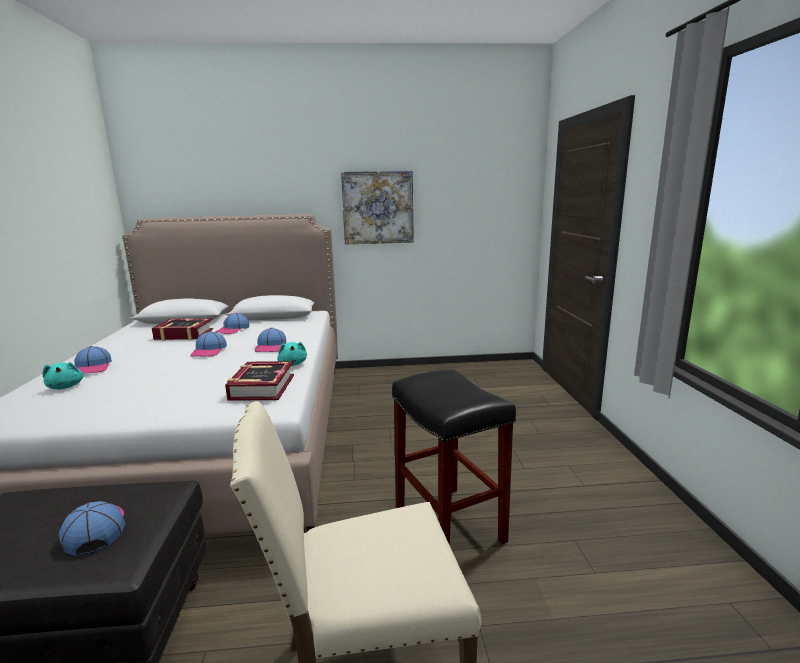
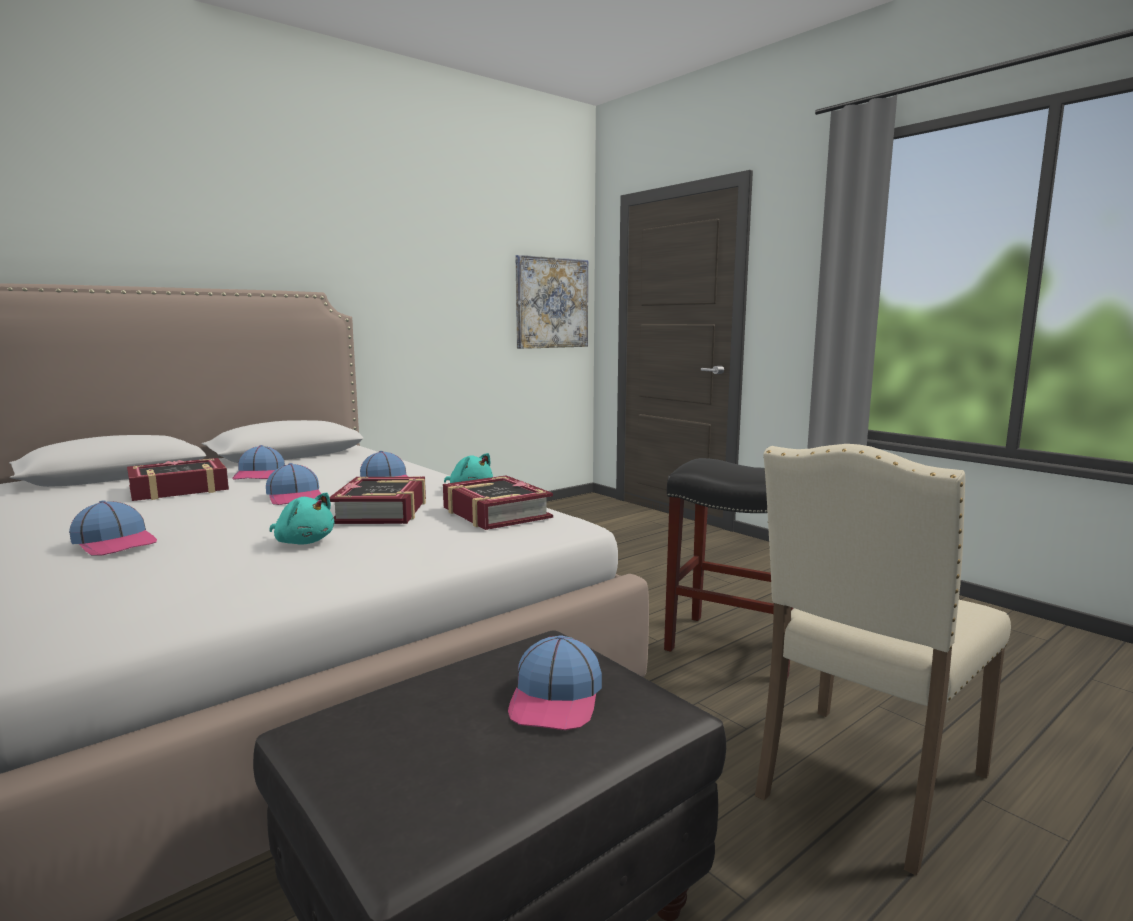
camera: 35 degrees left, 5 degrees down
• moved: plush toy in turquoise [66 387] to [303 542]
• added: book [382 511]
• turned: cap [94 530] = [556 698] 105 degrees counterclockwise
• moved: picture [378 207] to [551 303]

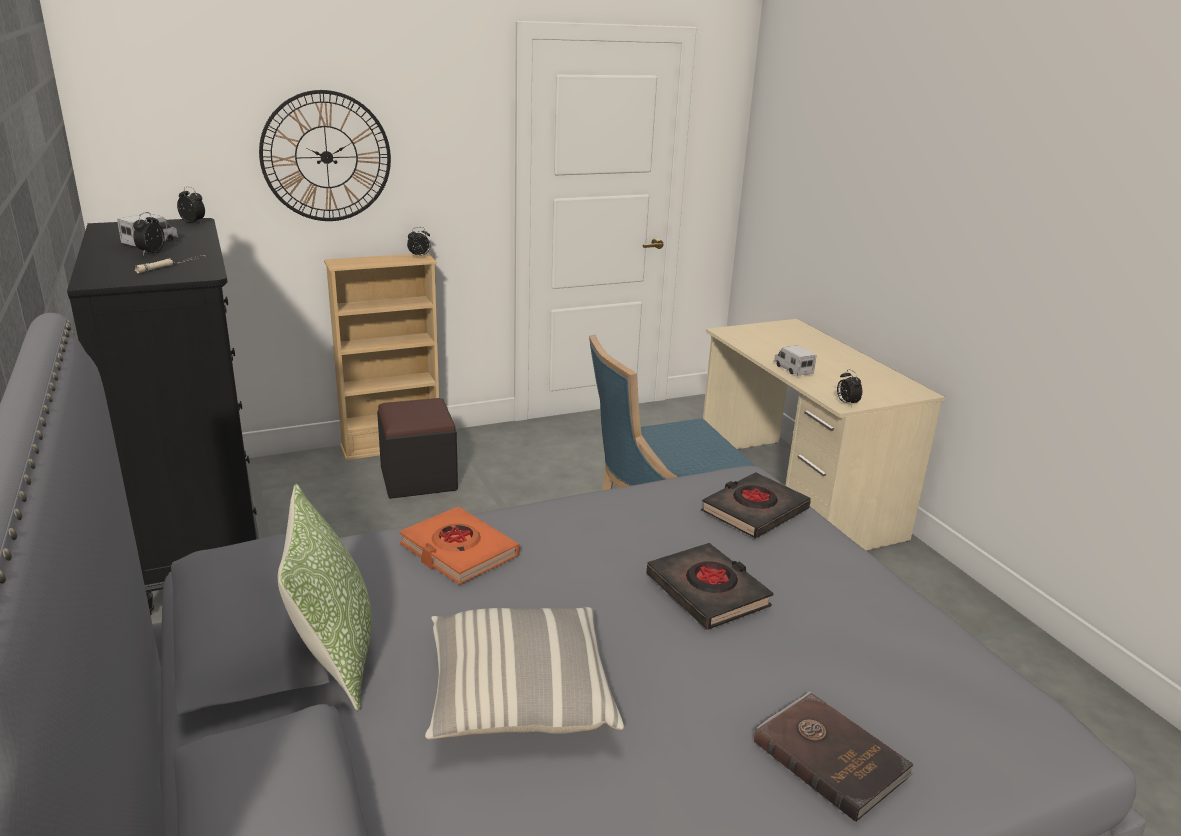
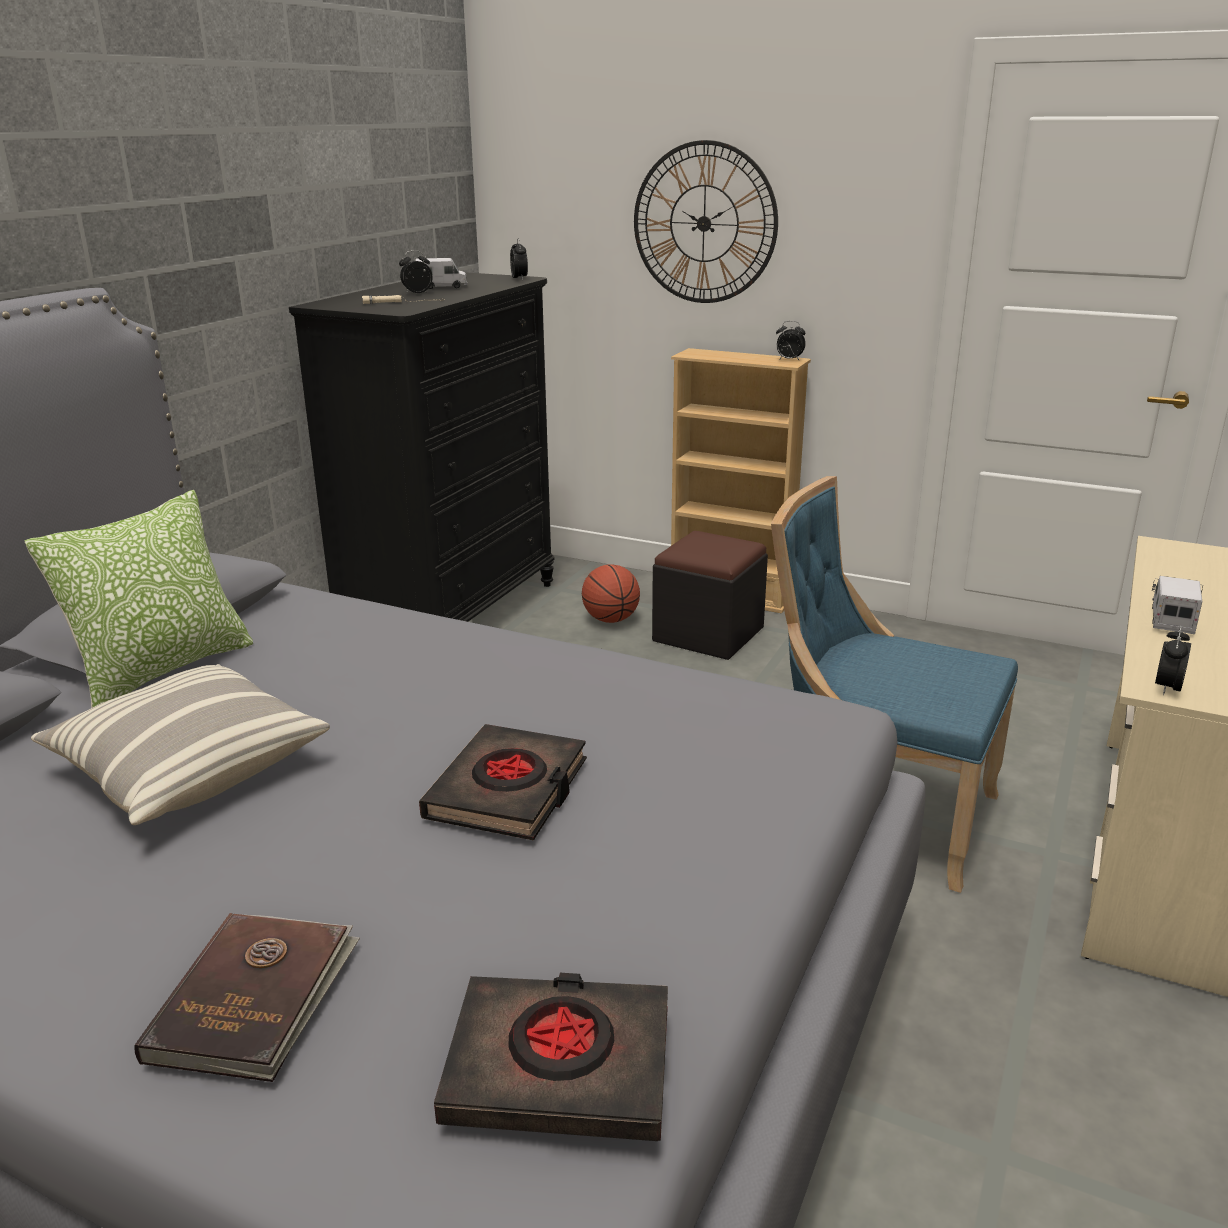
camera: 50 degrees right, 0 degrees up
• moved: book in black [754 511] to [560 1067]
• added: basketball [610 620]
• removed: book in orange [458 551]

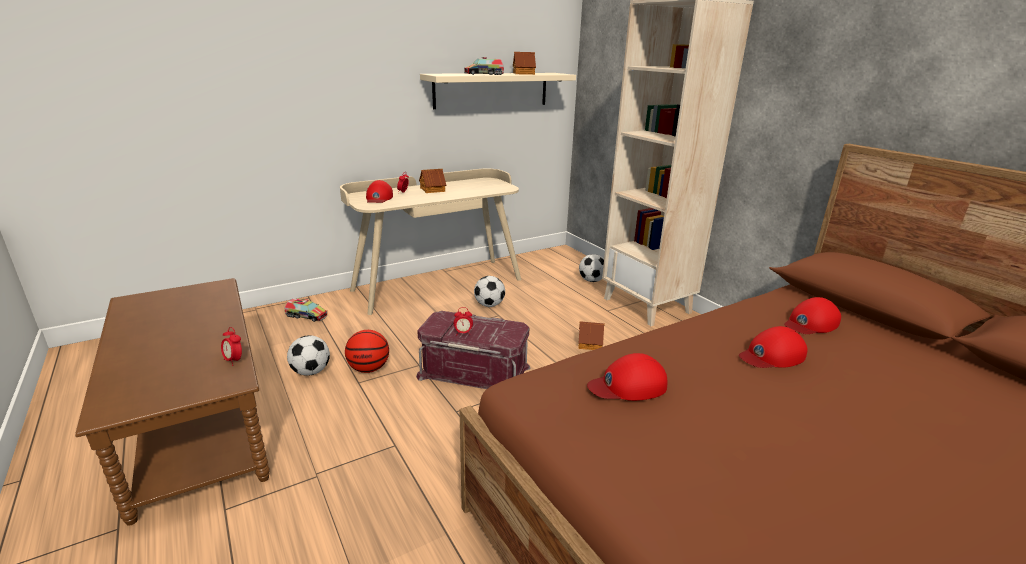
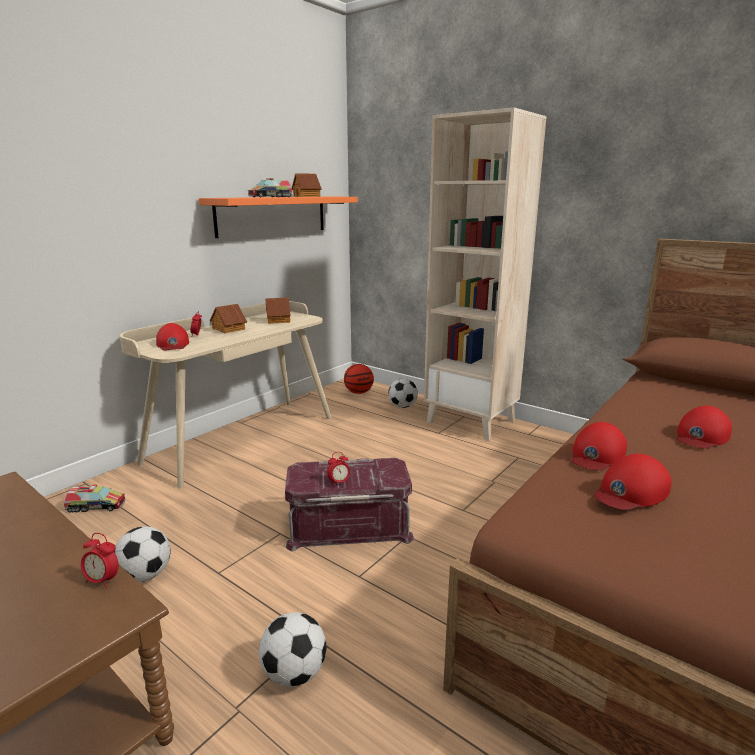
camera: 20 degrees left, 5 degrees down
• recoloured: shelf in beige [492 90] to shelf in orange [273 215]
• moved: football [489 305] to [294 673]
• moved: toy house [590 343] to [279 320]
• moved: basketball [369 369] to [358 392]
• moved: cap in red [810 323] to [596 454]

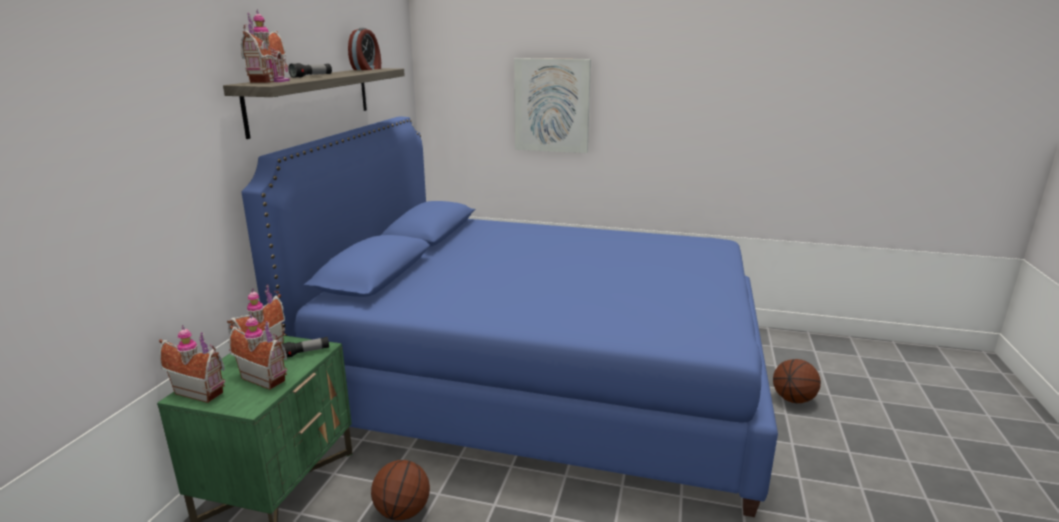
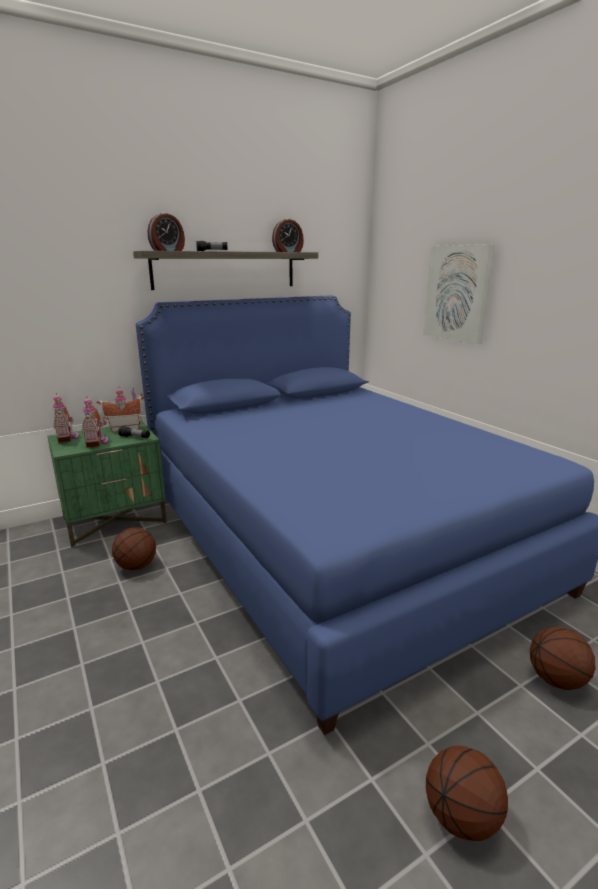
camera: 45 degrees right, 0 degrees up
• replaced: toy house [272 81] to alarm clock [168 250]
• added: basketball [461 816]

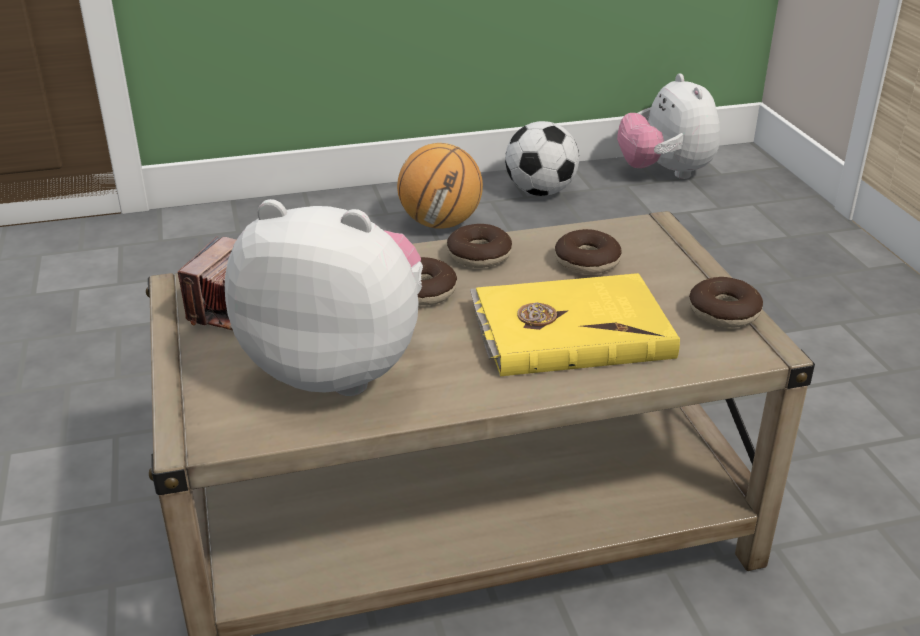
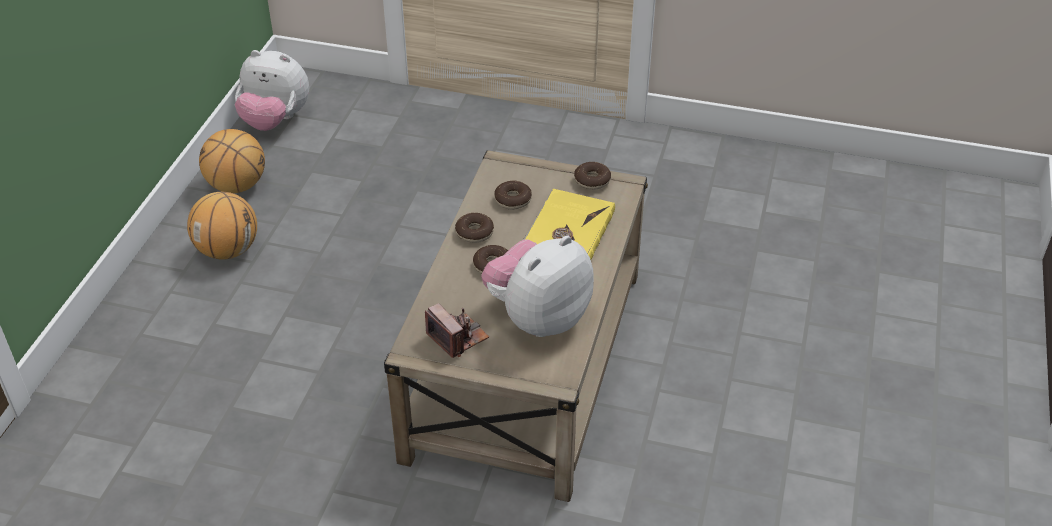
camera: 60 degrees left, 10 degrees up
• replaced: football [540 192] to basketball [237 186]

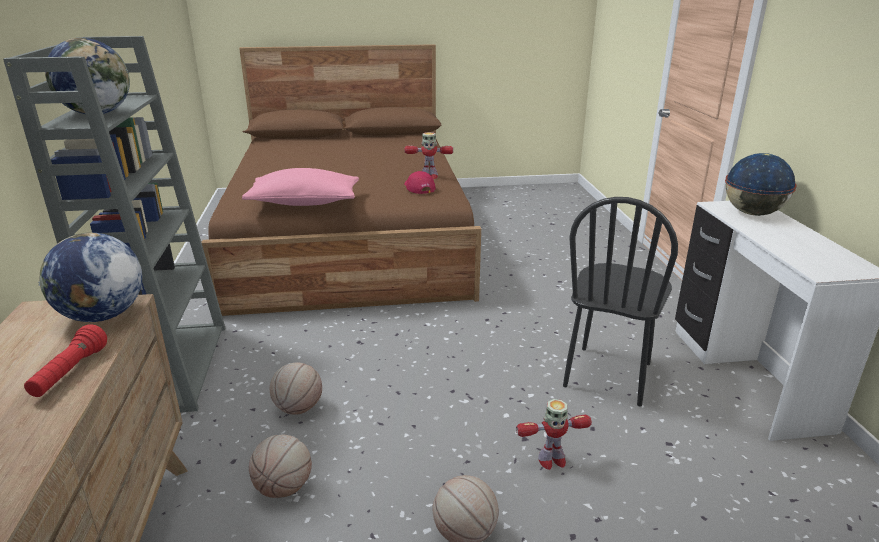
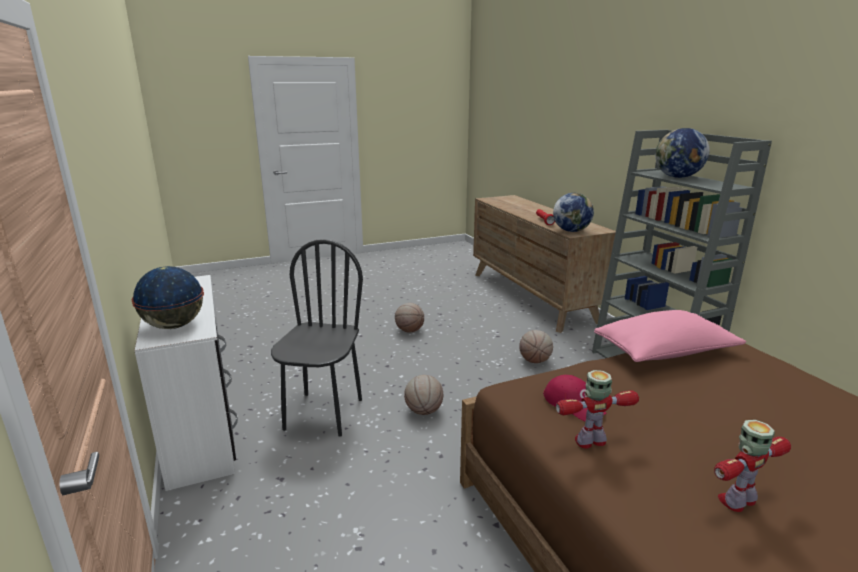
camera: 165 degrees right, 5 degrees down
• moved: basketball [284 488] to [423 411]
• moved: toy robot [551 460] to [738 501]

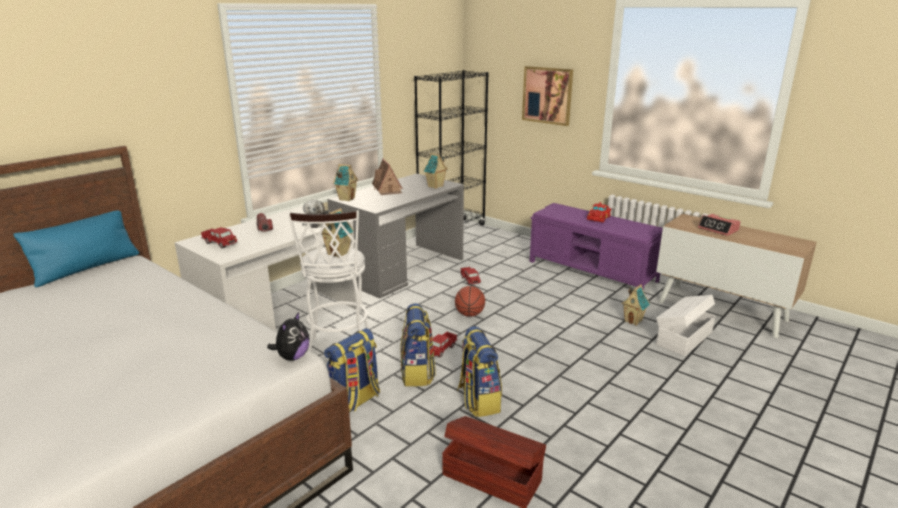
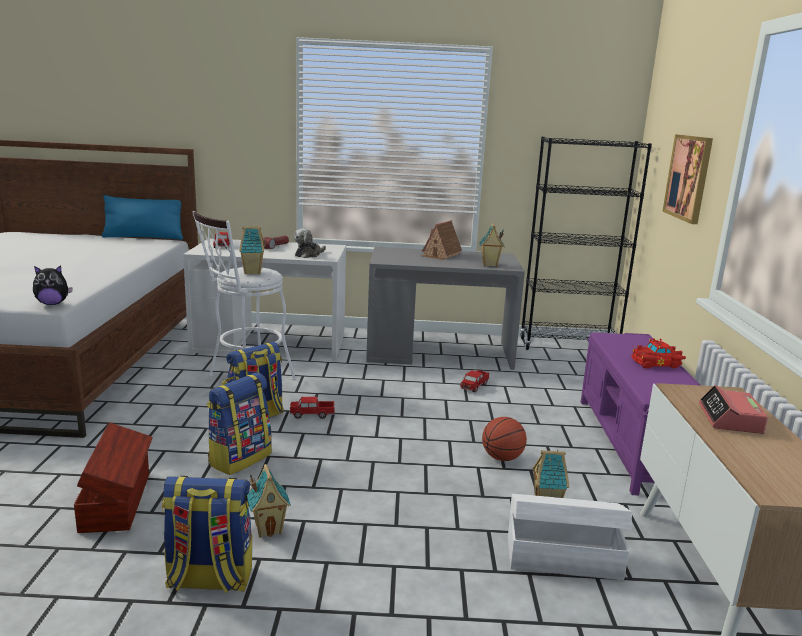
camera: 50 degrees right, 5 degrees down
• moved: backpack [354 401] to [209 580]
• moved: toy house [346 199] to [269 528]
• moved: basketball [469 314] to [502 458]

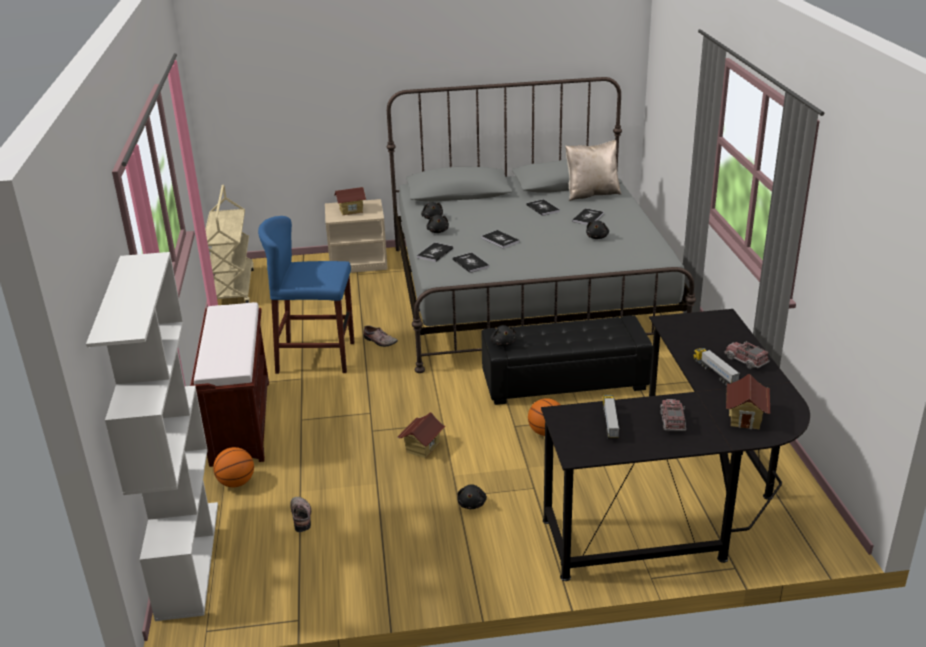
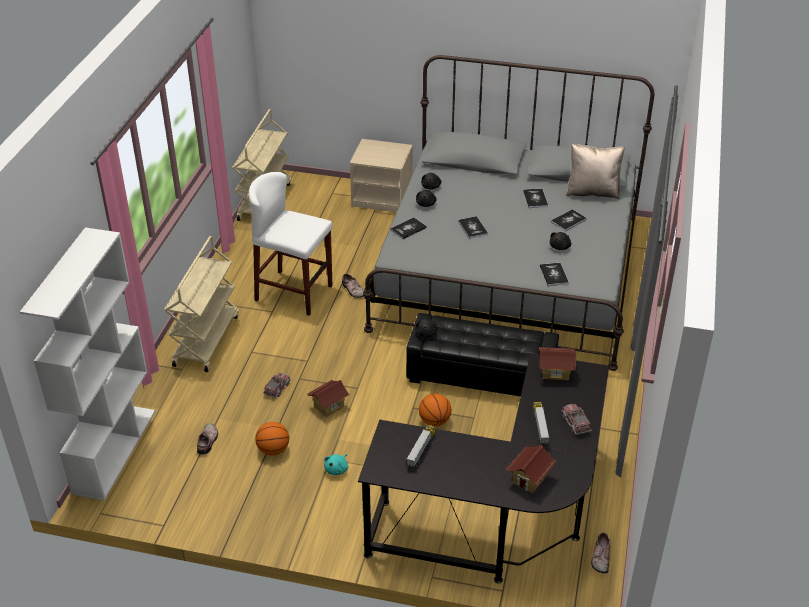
camera: 20 degrees right, 10 degrees up
• replaced: bench in brown [240 421] to cart in beige [206 340]
• recoloured: stool in blue [316 357] to stool in white [294 293]
• moved: basketball [236 483] to [273 450]
• moved: toy truck [672 421] to [277 389]
• recoloured: plush toy in black [472 504] to plush toy in turquoise [337 469]
• moved: toy house [351 210] to [555 372]
• moved: book [470 263] to [554 275]
• added: shoe [600 557]

